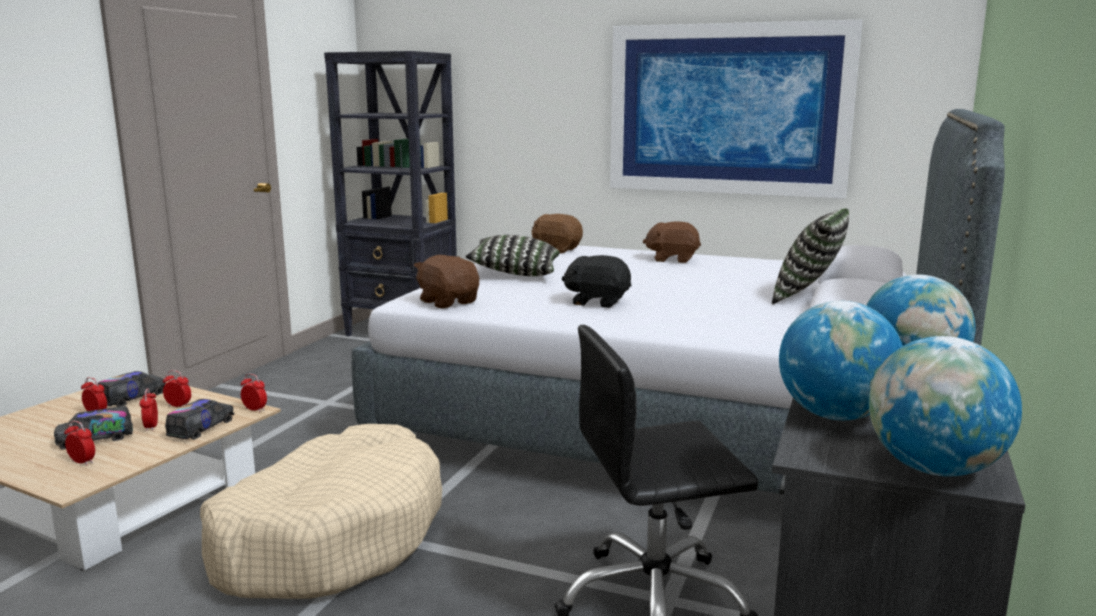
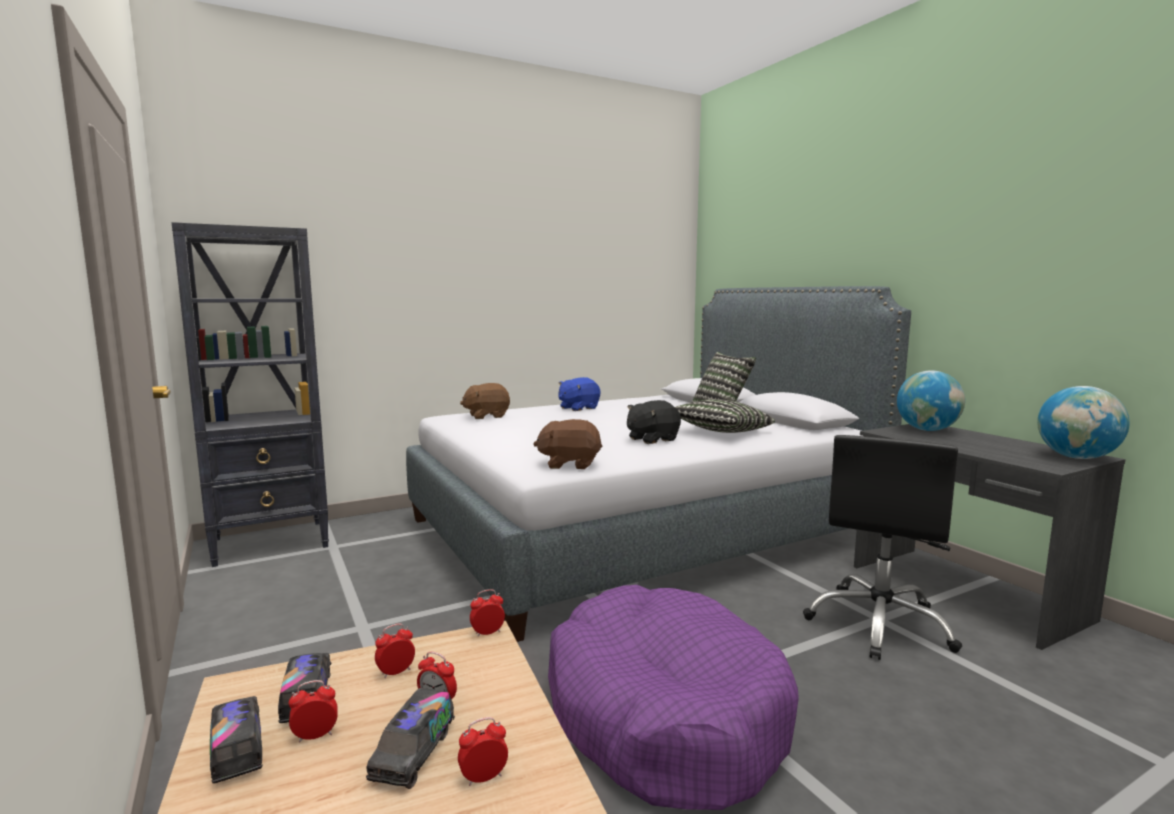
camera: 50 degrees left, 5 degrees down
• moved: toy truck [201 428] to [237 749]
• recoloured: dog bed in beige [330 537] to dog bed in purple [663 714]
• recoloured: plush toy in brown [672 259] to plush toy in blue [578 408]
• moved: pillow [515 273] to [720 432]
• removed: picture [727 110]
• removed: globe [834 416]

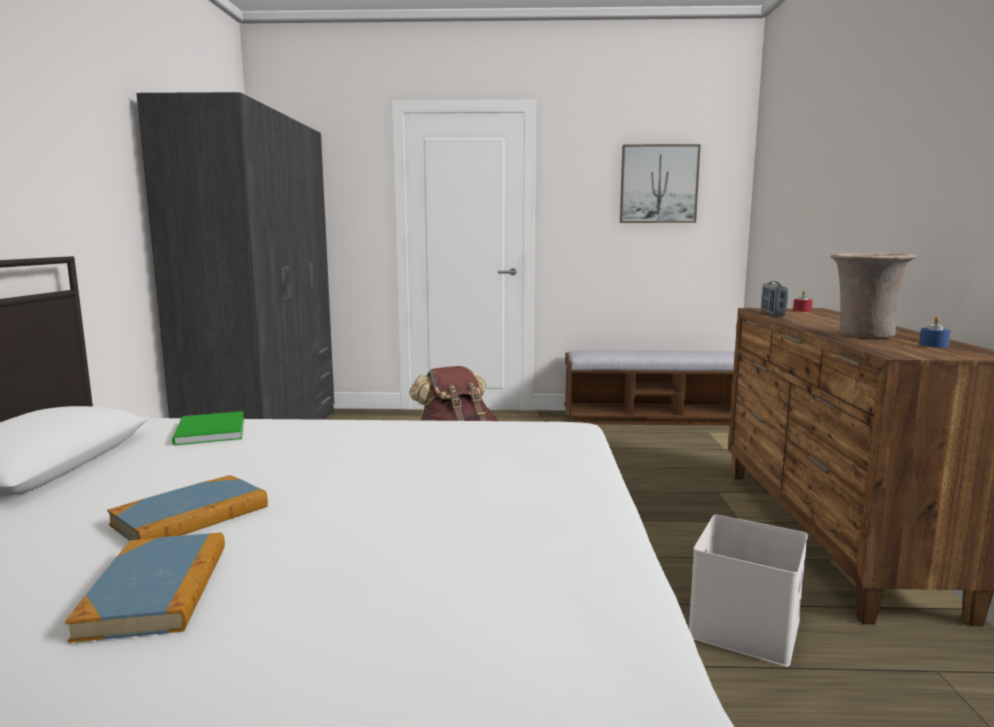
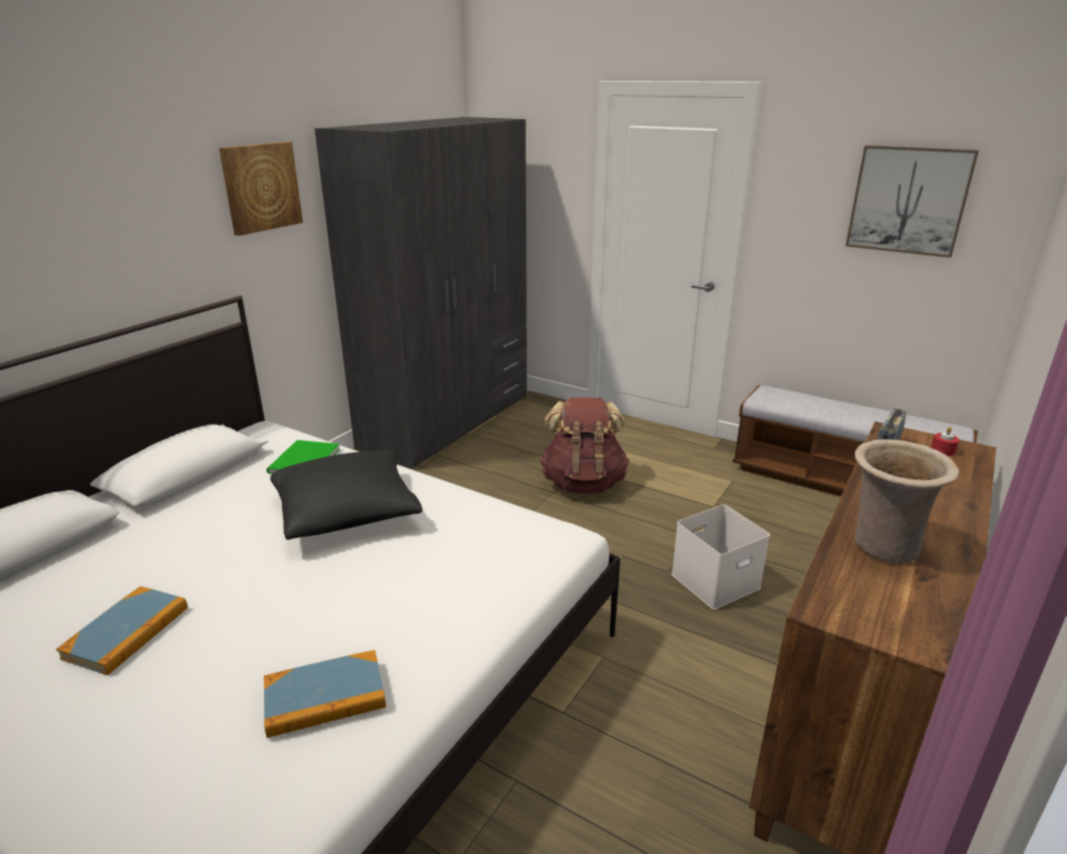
camera: 30 degrees right, 15 degrees up
• added: picture [261 187]
• moved: book [191 516] to [325 697]
• added: pillow in black [346 512]
• moved: storage box in white [746 629] to [715 582]
• removed: candle in blue [933 345]

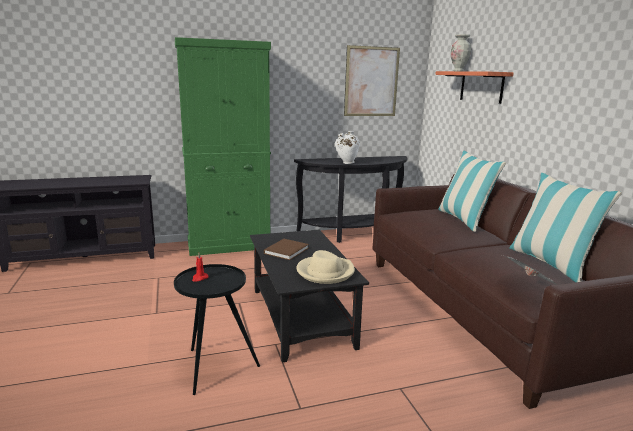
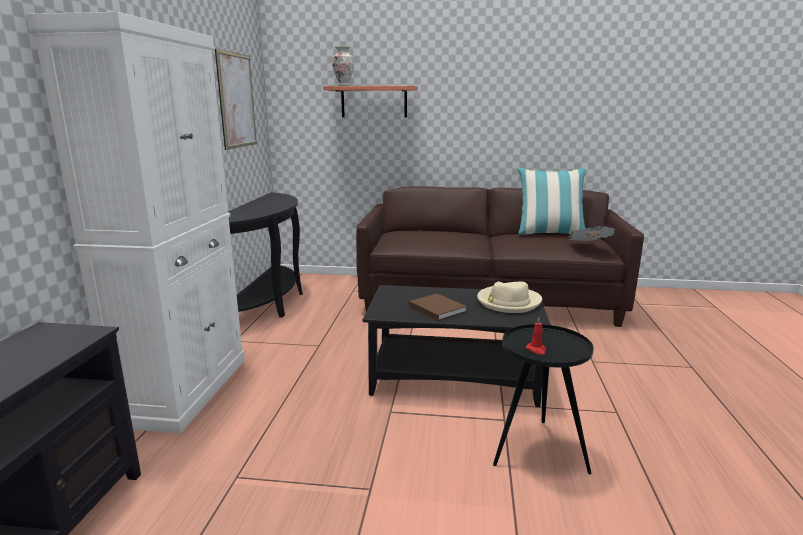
camera: 65 degrees left, 0 degrees up
• recoloured: cabinet in green [229 245] to cabinet in white [185 389]
• removed: vase in white [346 163]
• removed: pillow [464 220]

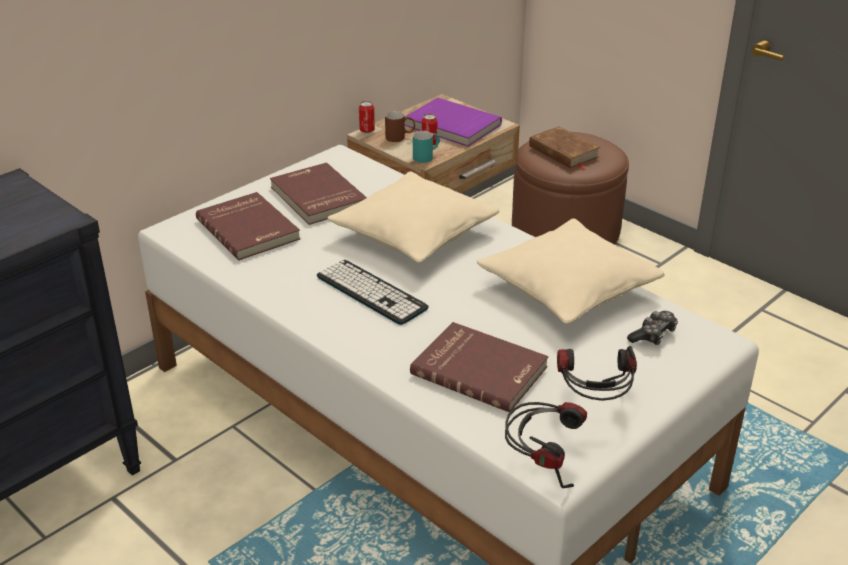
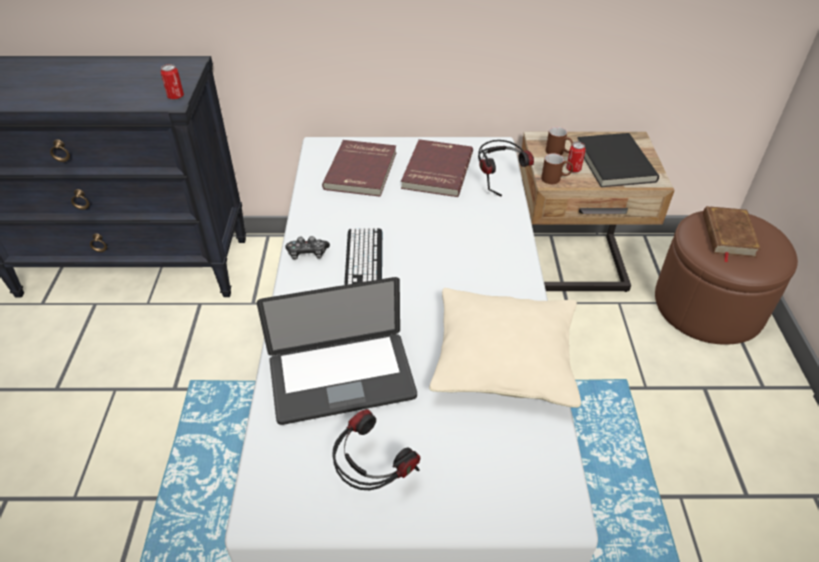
camera: 45 degrees right, 10 degrees up
• moved: can [367 130] to [175 96]
• replaced: book in red [480 369] to laptop [342 379]
• moved: game controller [653 335] to [307 253]
• moved: headphones [541 465] to [499 181]
• recoloured: mug in turquoise [426 156] to mug in brown [555 179]
• recoloured: book in purple [451 126] to book in black [613 163]
• removed: pillow in beige [414 234]

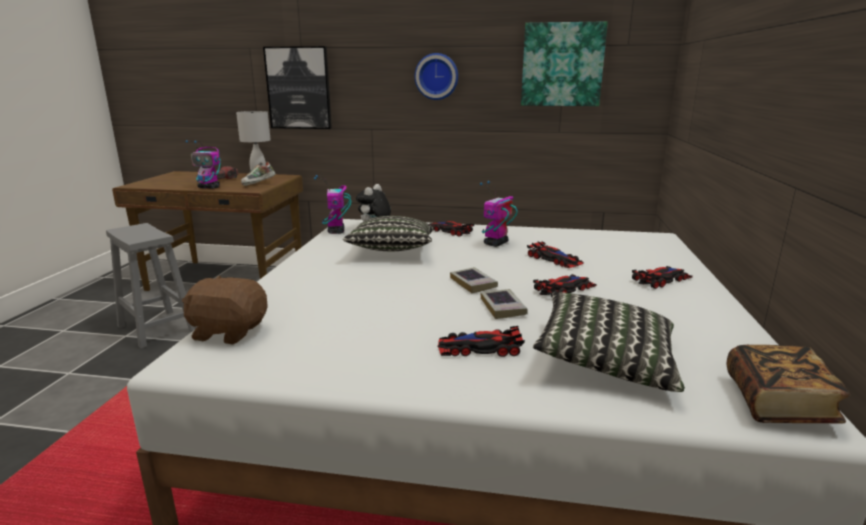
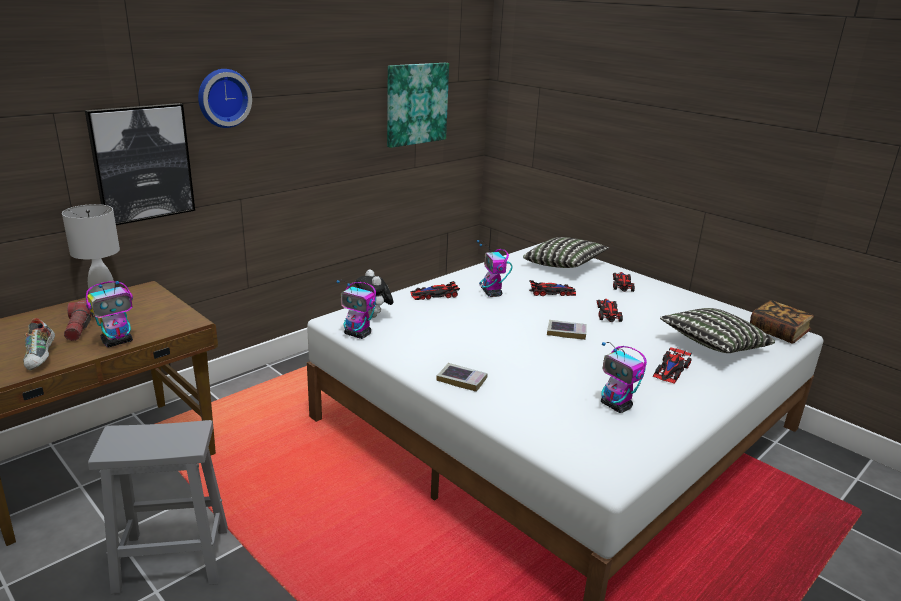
camera: 55 degrees left, 5 degrees up
• moved: shoe [259 184] to [42 358]
• moved: wall clock [436 76] to [223 98]
• moved: book [503 307] to [462 380]
• moved: pillow [392 251] to [564 265]
• added: toy robot [616 406]
• removed: plush toy in brown [229 331]

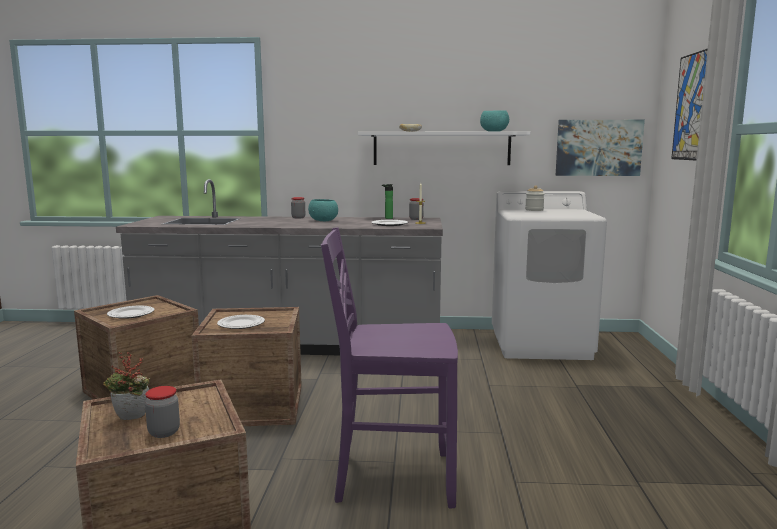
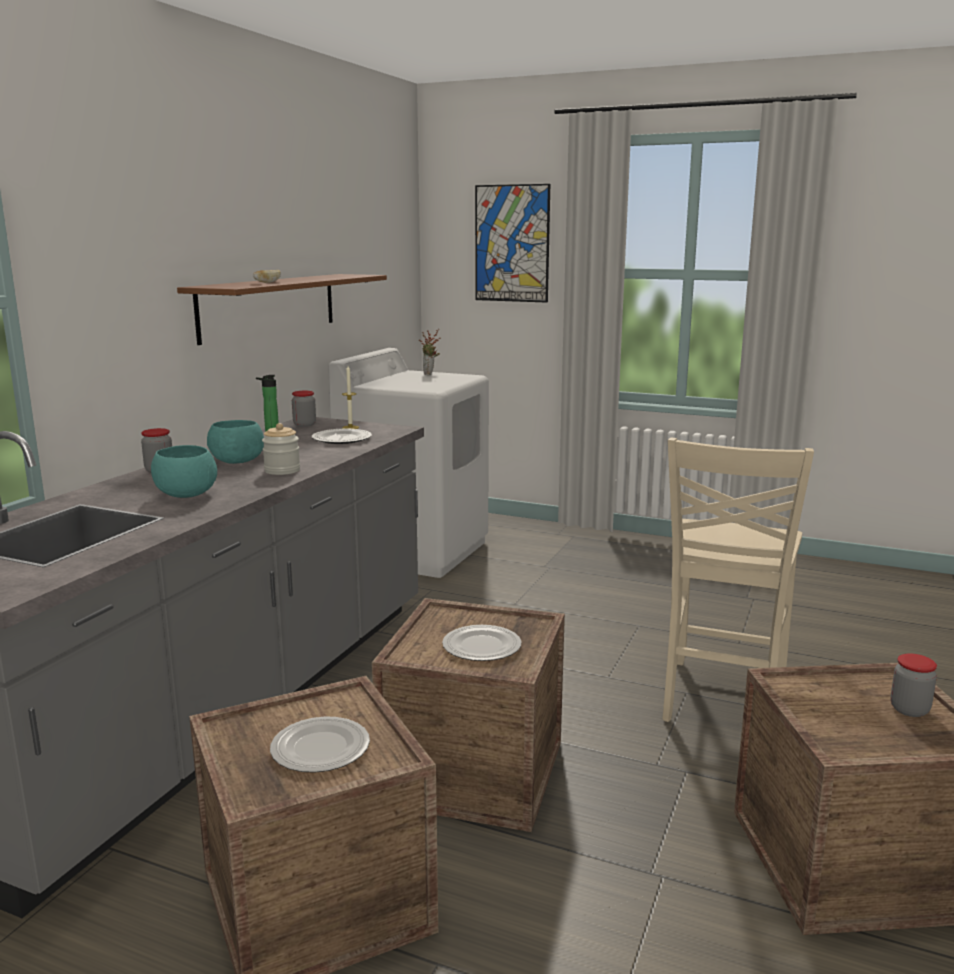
camera: 70 degrees left, 5 degrees up
• moved: bowl in turquoise [493 131] to [186 495]
• recoloured: shelf in white [441 148] to shelf in brown [269 306]
• moved: jar [534 210] to [282 470]
• moved: potted plant [130 419] to [430 374]
• recoloured: chair in purple [391 477] to chair in beige [721 700]
• removed: picture [598 148]

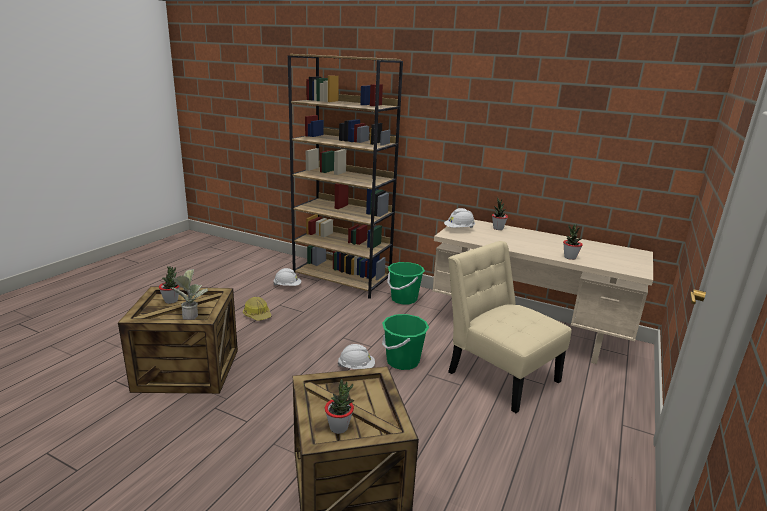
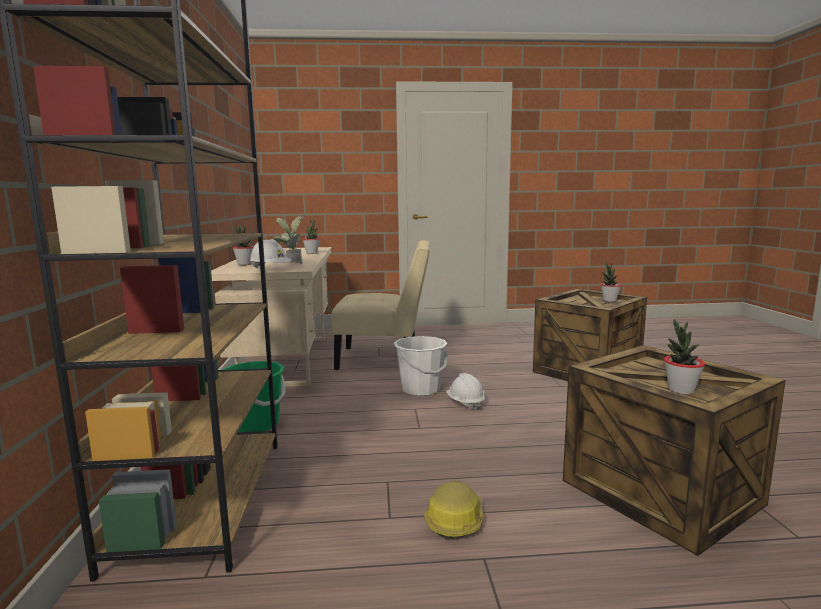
camera: 120 degrees left, 10 degrees down
• moved: potted plant [191 315] to [291 264]
• turned: chair in beige [498 373] = [384 359] 105 degrees counterclockwise
• recoloured: bucket in green [402 361] to bucket in white [421 389]
• removed: hard hat in white [287 286]

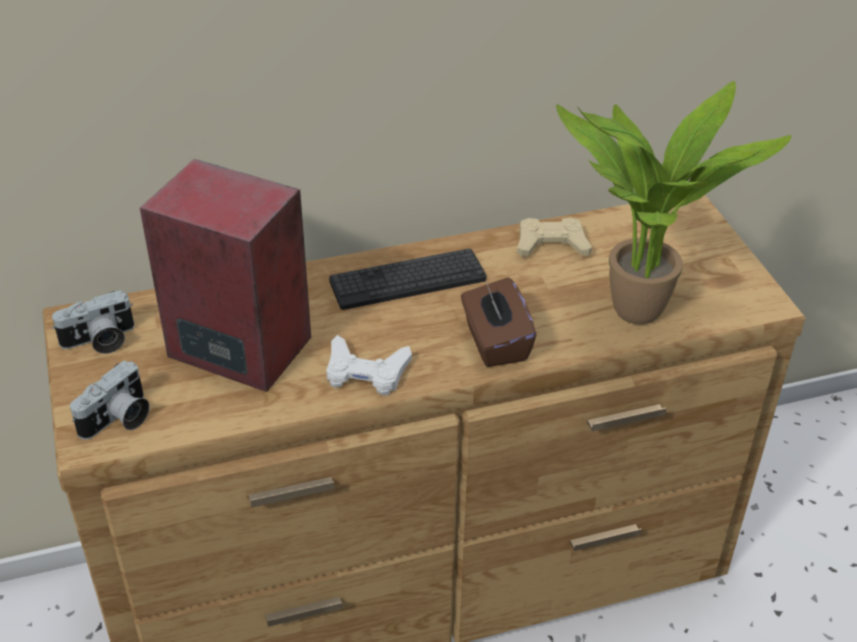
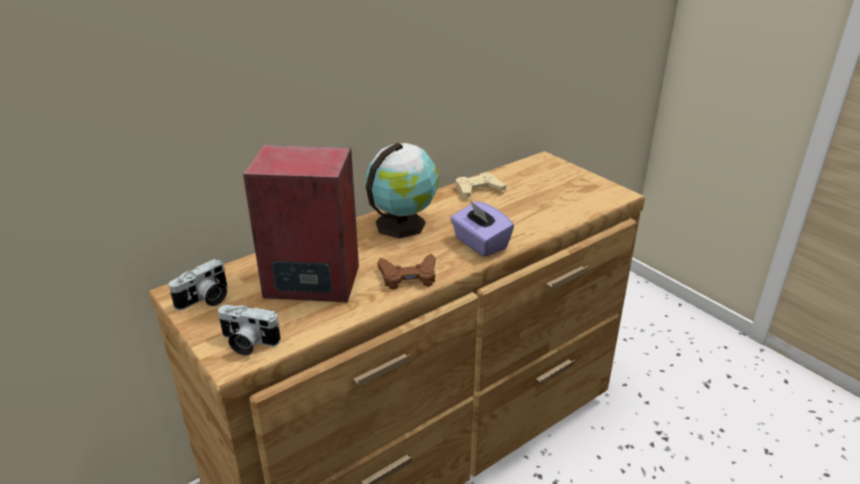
camera: 20 degrees left, 10 degrees down
• turned: photo camera [118 419] = [247 343] 90 degrees clockwise
• replaced: keyboard [407 280] to globe [402 223]
• recoloured: game controller in white [366 372] to game controller in brown [408 276]
• recoloured: tissue box in brown [495 342] to tissue box in purple [480 243]
• removed: potted plant [639 317]

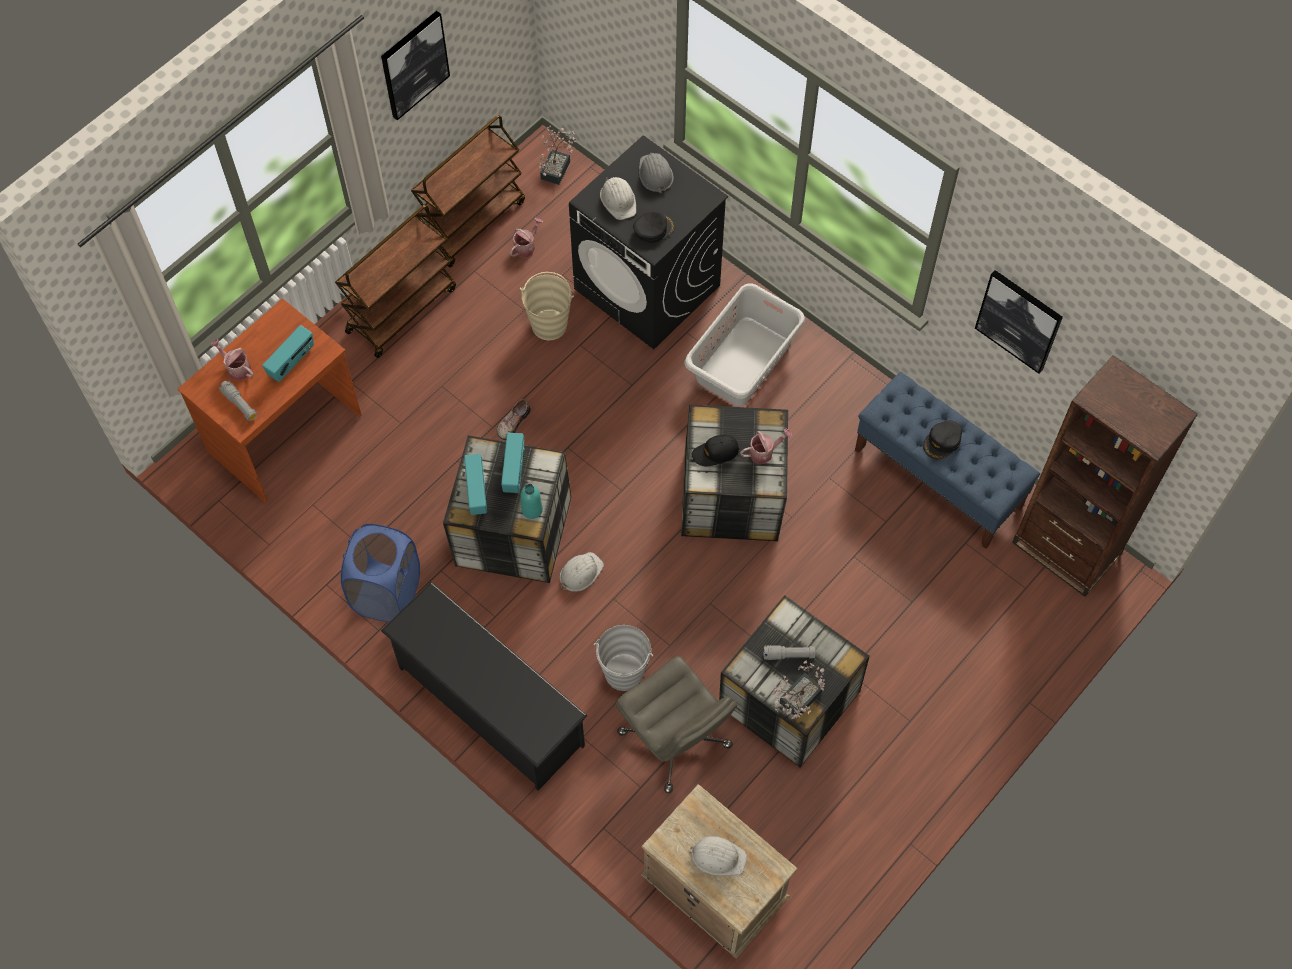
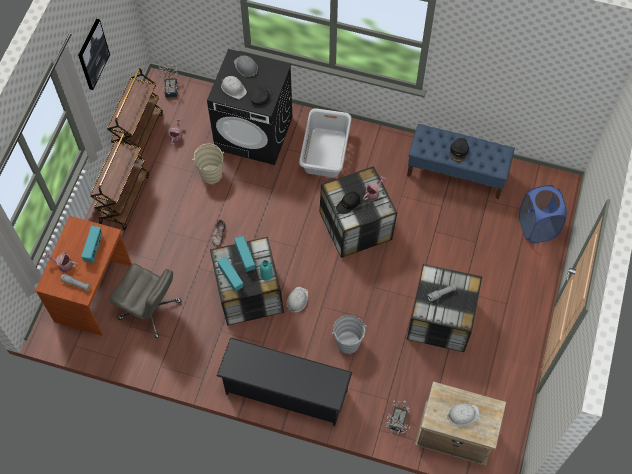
camera: 25 degrees left, 0 degrees up
• moved: office chair in grey [676 740] to [150 310]
• moved: potted plant [796 701] to [397 423]
• moved: laundry basket in blue [387 593] to [536 227]
• removed: picture [1019 320]
• removed: bookcase in brown [1066 548]

